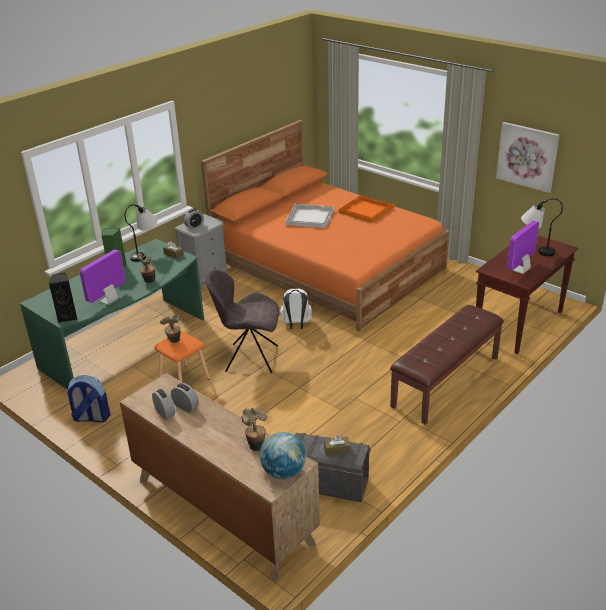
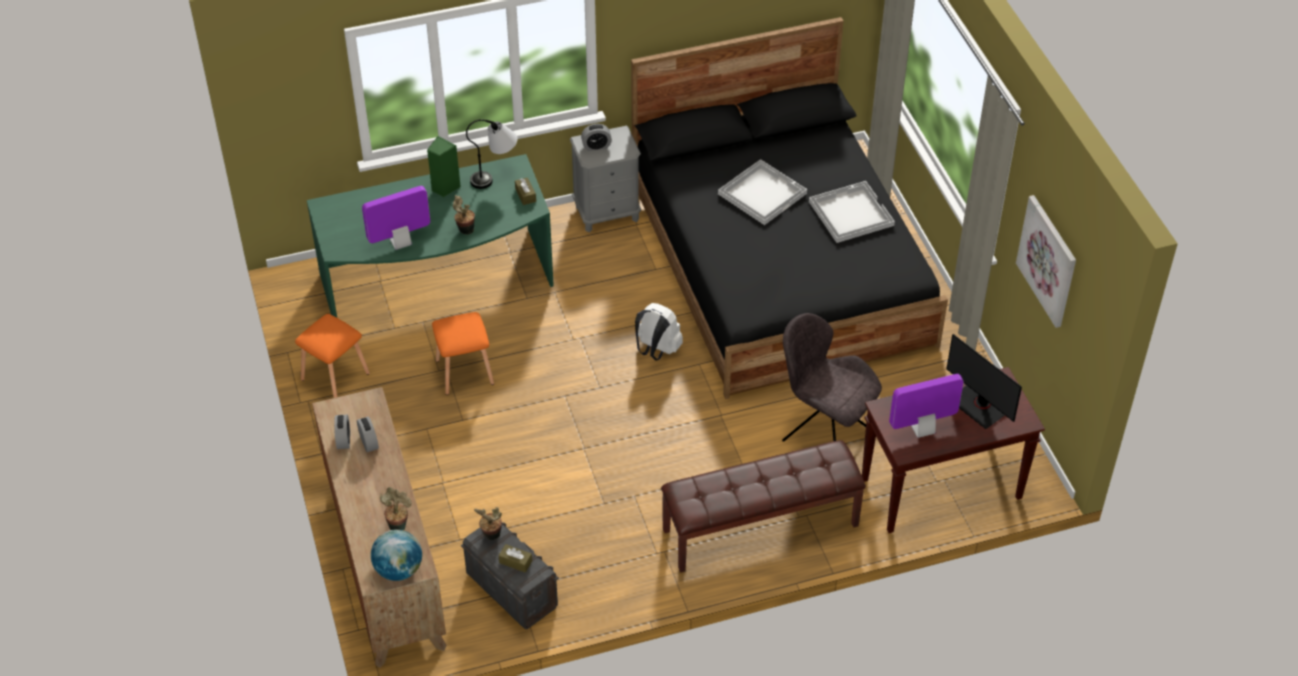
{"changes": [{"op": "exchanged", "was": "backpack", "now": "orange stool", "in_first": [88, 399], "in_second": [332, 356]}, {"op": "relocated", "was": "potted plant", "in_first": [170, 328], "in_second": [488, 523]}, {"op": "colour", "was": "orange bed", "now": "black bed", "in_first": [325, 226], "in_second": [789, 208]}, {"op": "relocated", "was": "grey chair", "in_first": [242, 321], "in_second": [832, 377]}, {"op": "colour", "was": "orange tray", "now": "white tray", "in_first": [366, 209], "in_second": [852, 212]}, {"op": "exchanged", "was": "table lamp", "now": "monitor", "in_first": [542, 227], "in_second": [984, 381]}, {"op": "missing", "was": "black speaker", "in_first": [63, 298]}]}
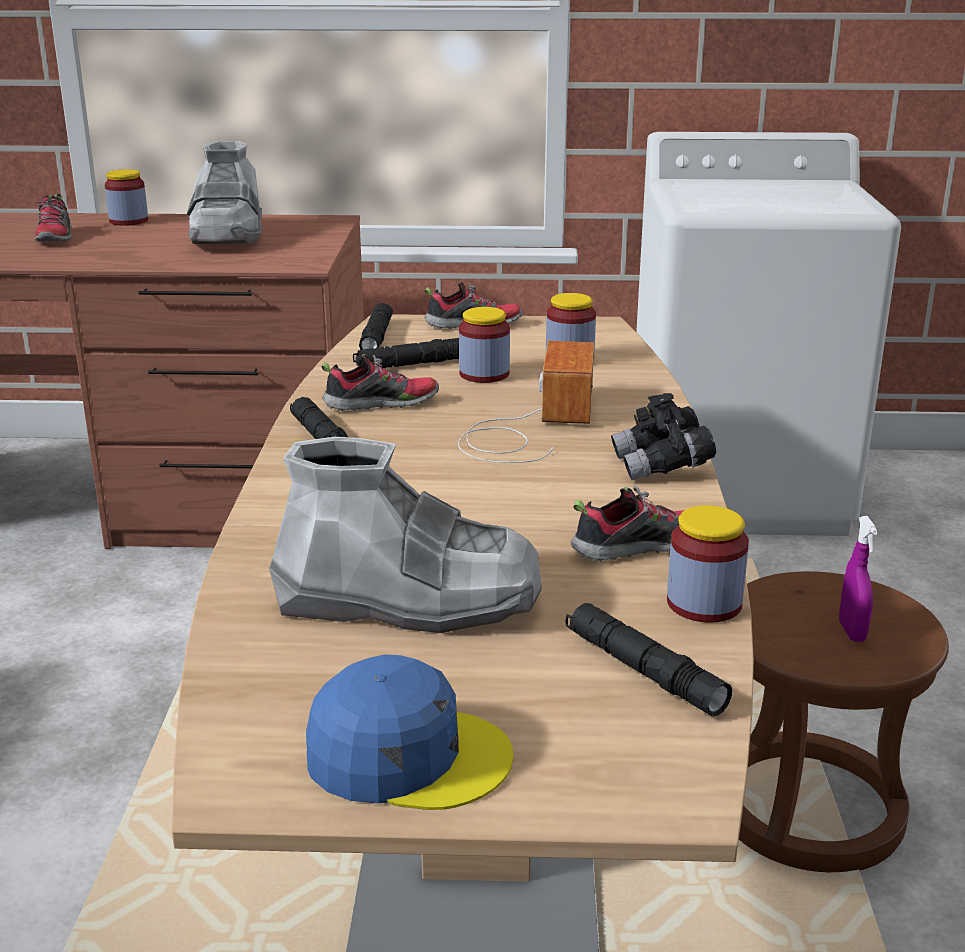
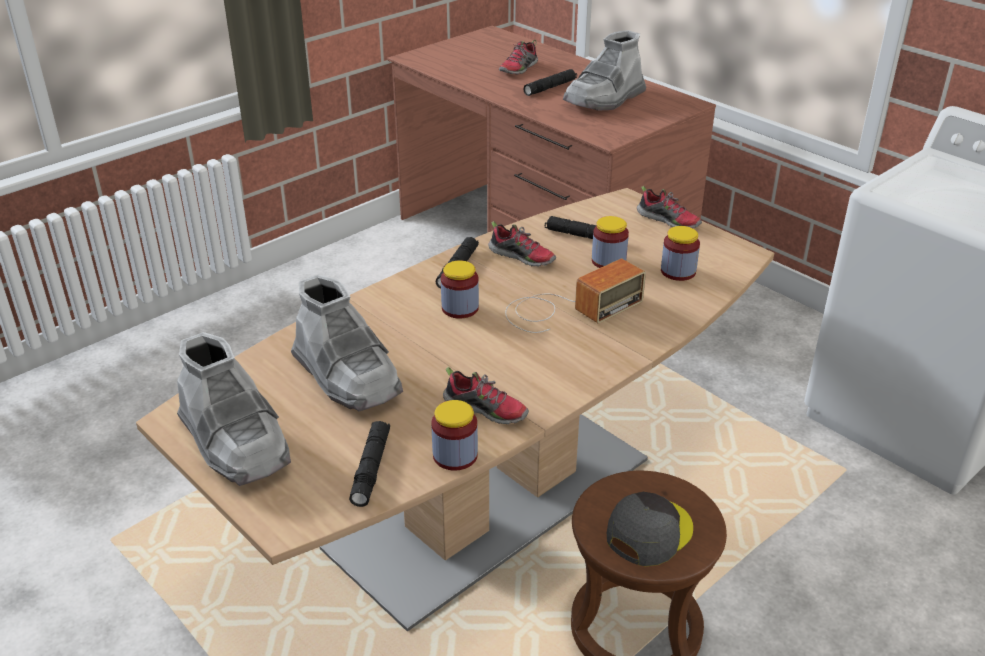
{"changes": [{"op": "exchanged", "was": "blue cap", "now": "grey boot", "in_first": [409, 732], "in_second": [234, 409]}, {"op": "relocated", "was": "jar", "in_first": [126, 197], "in_second": [460, 289]}, {"op": "relocated", "was": "black flashlight", "in_first": [376, 326], "in_second": [550, 82]}, {"op": "exchanged", "was": "purple spray bottle", "now": "grey cap", "in_first": [858, 579], "in_second": [650, 529]}, {"op": "missing", "was": "black binoculars", "in_first": [663, 436]}]}
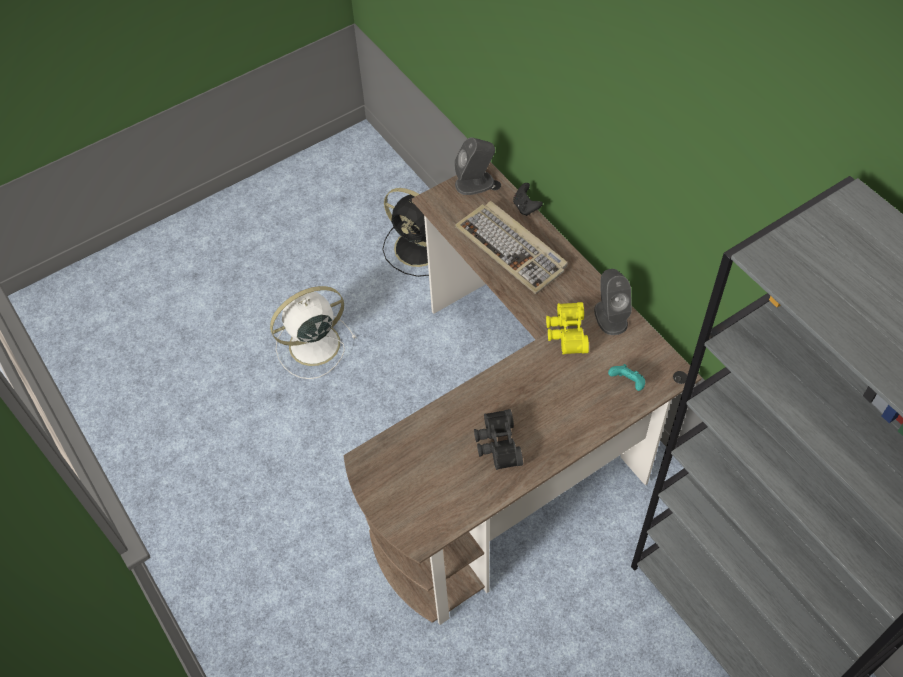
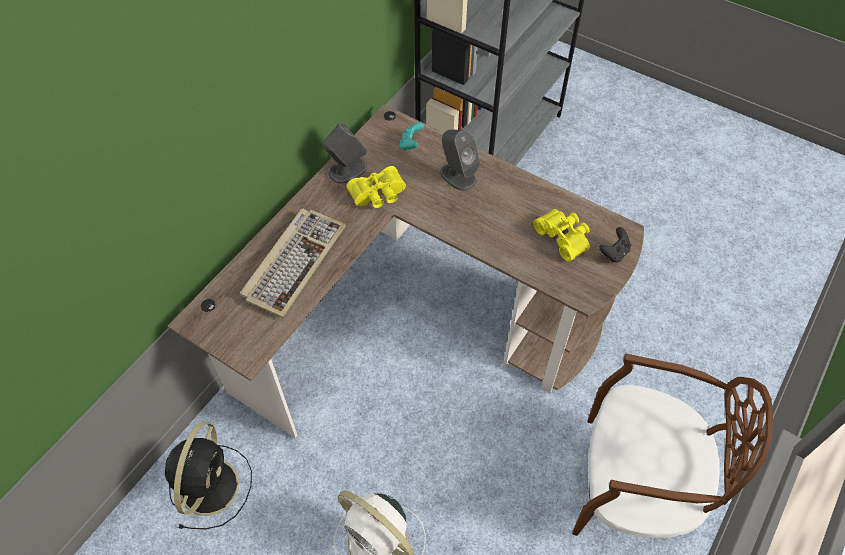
{"changes": [{"op": "relocated", "was": "grey speaker", "in_first": [475, 166], "in_second": [460, 160]}, {"op": "appeared", "now": "yellow binoculars", "in_second": [562, 235]}, {"op": "appeared", "now": "brown chair", "in_second": [672, 446]}, {"op": "relocated", "was": "black game controller", "in_first": [528, 199], "in_second": [615, 245]}, {"op": "missing", "was": "black binoculars", "in_first": [498, 439]}]}
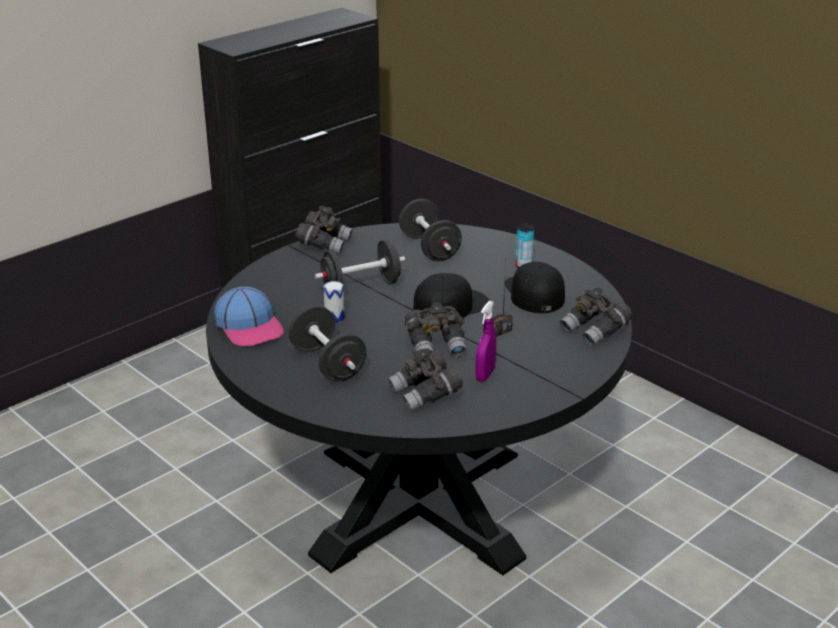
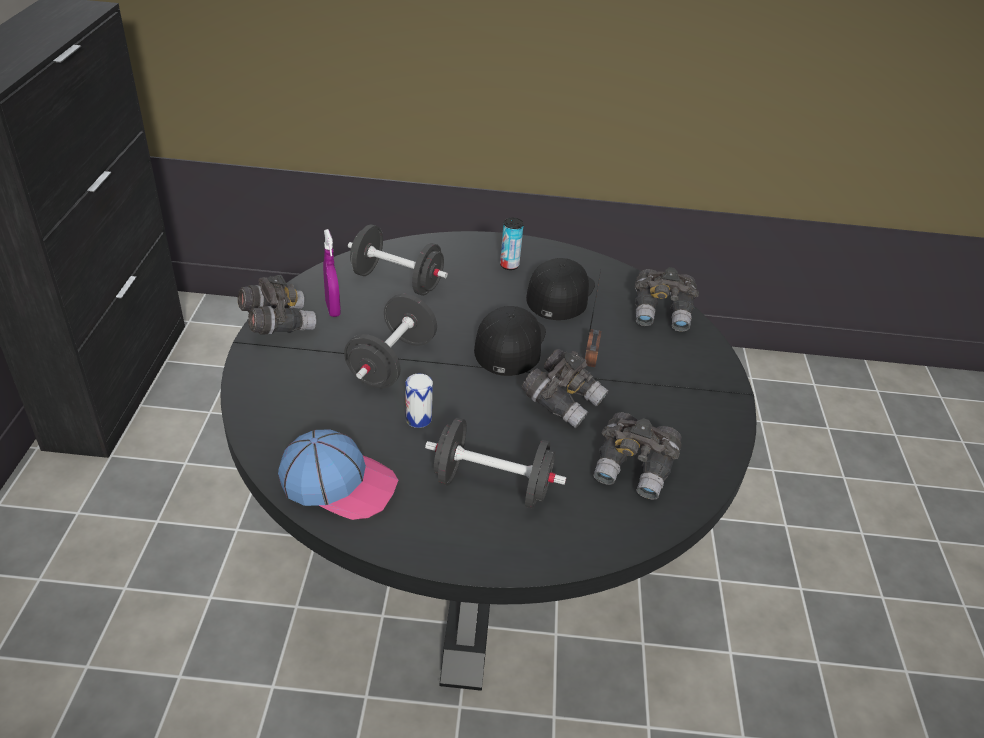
{"changes": [{"op": "relocated", "was": "purple spray bottle", "in_first": [486, 341], "in_second": [332, 273]}, {"op": "spun", "was": "black cap", "in_first": [535, 287], "in_second": [560, 289], "clockwise": 75}]}
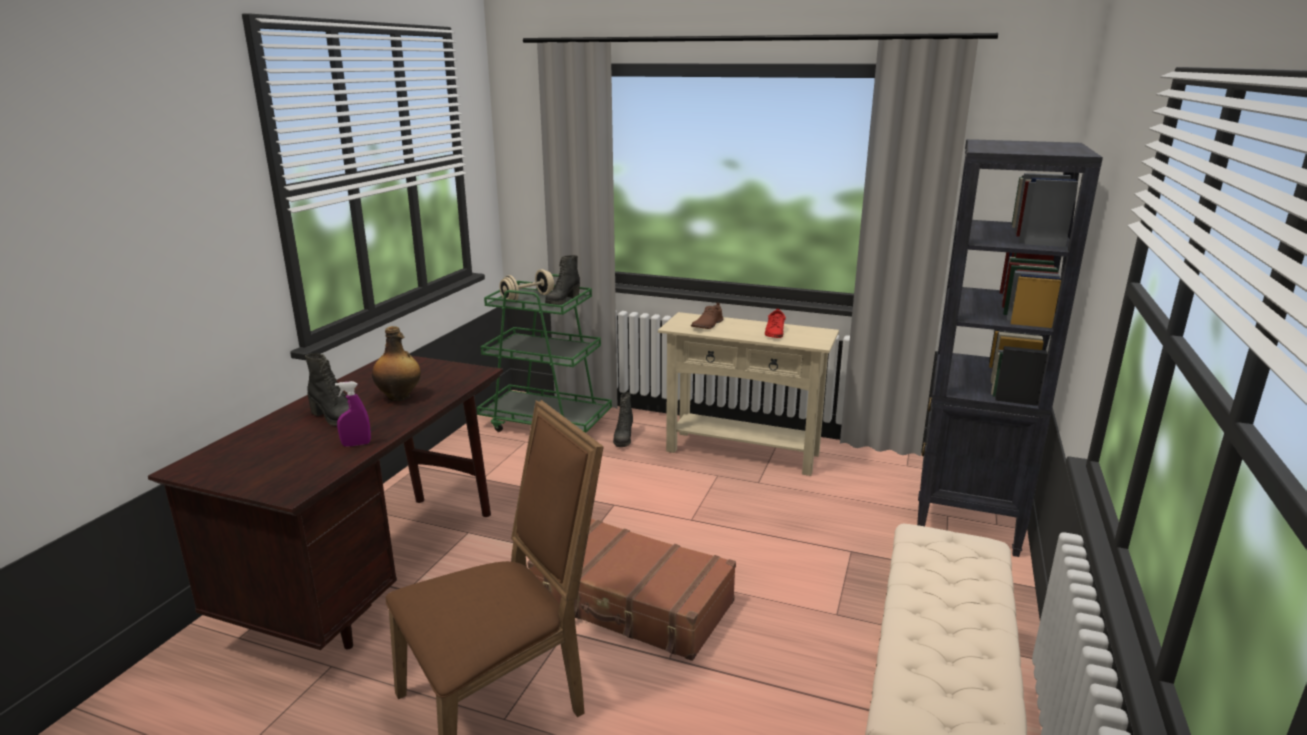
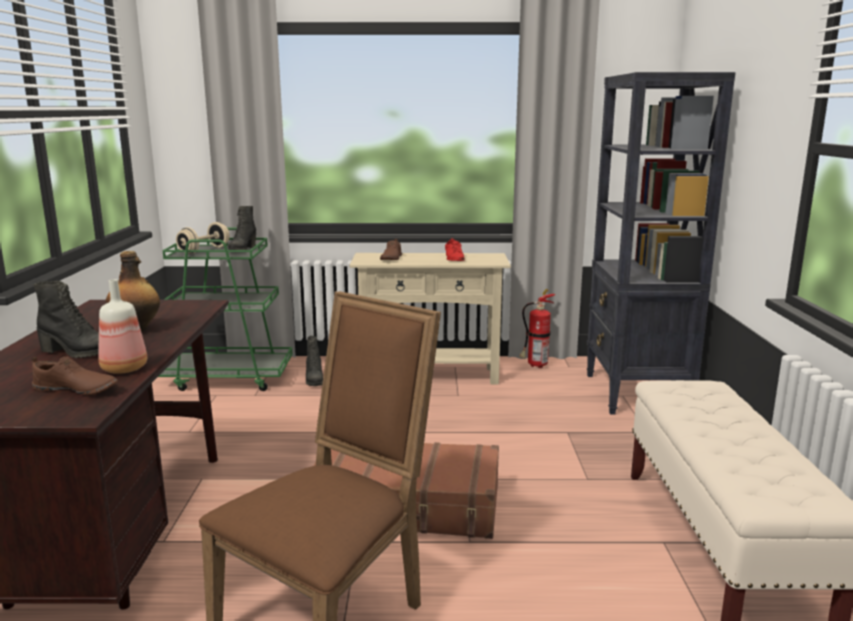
{"changes": [{"op": "appeared", "now": "brown shoe", "in_second": [75, 376]}, {"op": "exchanged", "was": "purple spray bottle", "now": "bottle", "in_first": [353, 414], "in_second": [122, 326]}, {"op": "appeared", "now": "fire extinguisher", "in_second": [537, 328]}]}
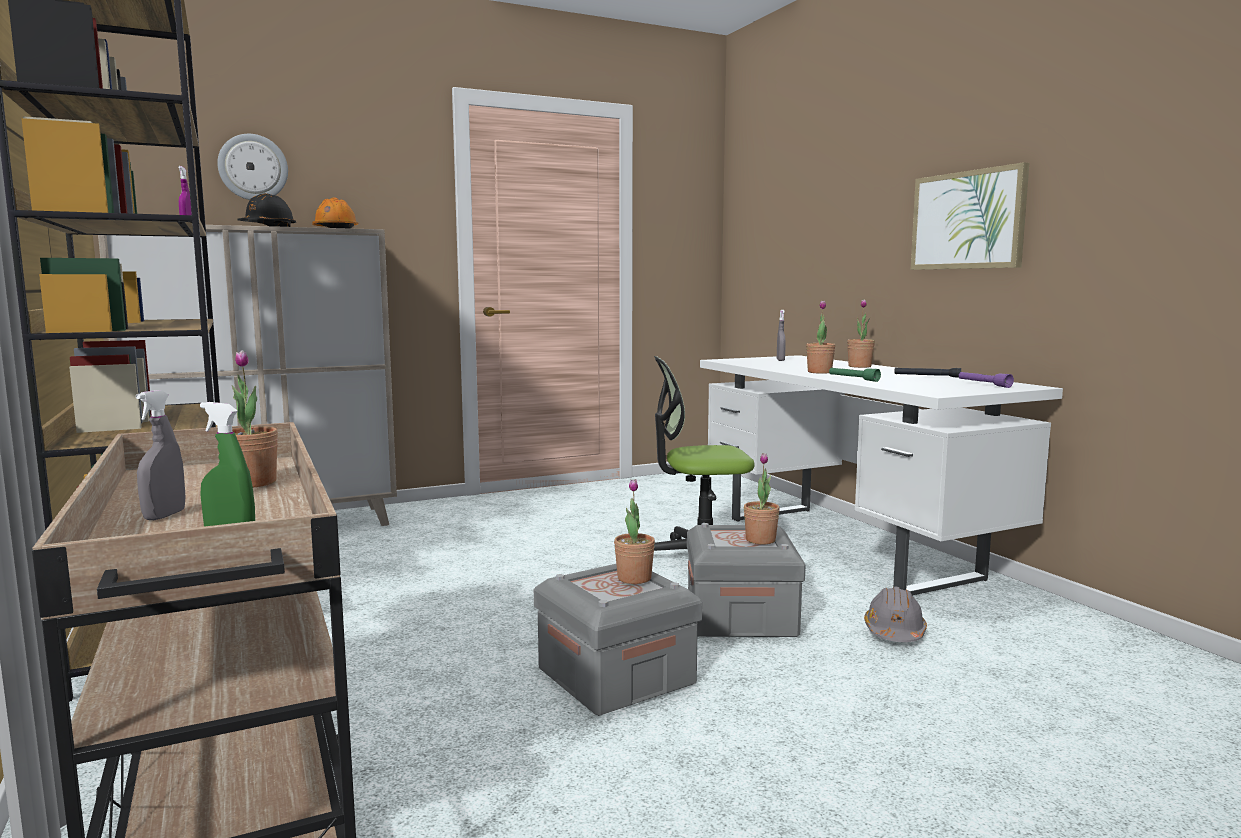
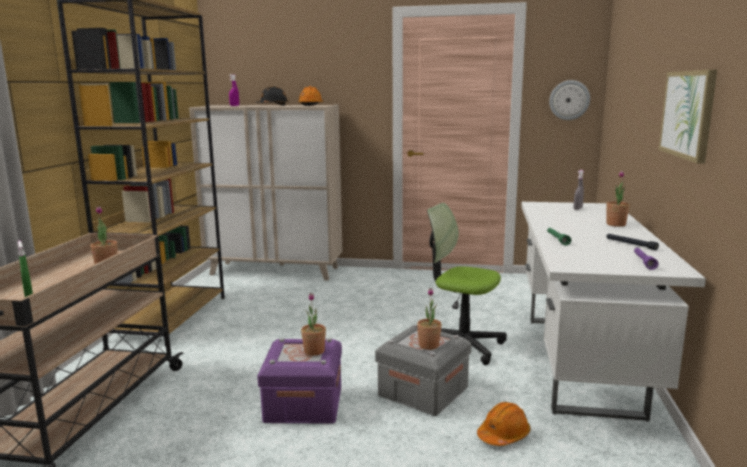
{"changes": [{"op": "colour", "was": "grey storage box", "now": "purple storage box", "in_first": [618, 640], "in_second": [299, 381]}, {"op": "colour", "was": "grey hard hat", "now": "orange hard hat", "in_first": [895, 614], "in_second": [504, 424]}, {"op": "relocated", "was": "wall clock", "in_first": [252, 167], "in_second": [569, 100]}, {"op": "missing", "was": "grey spray bottle", "in_first": [161, 455]}, {"op": "missing", "was": "potted plant", "in_first": [820, 337]}]}
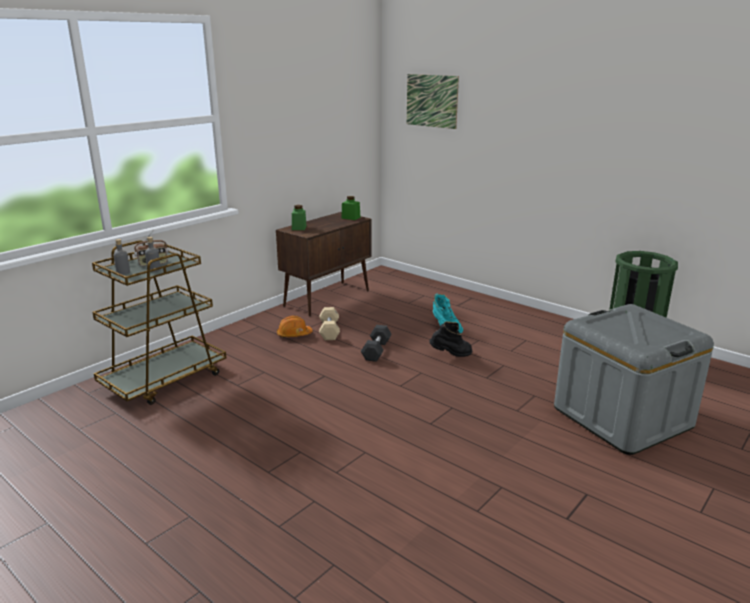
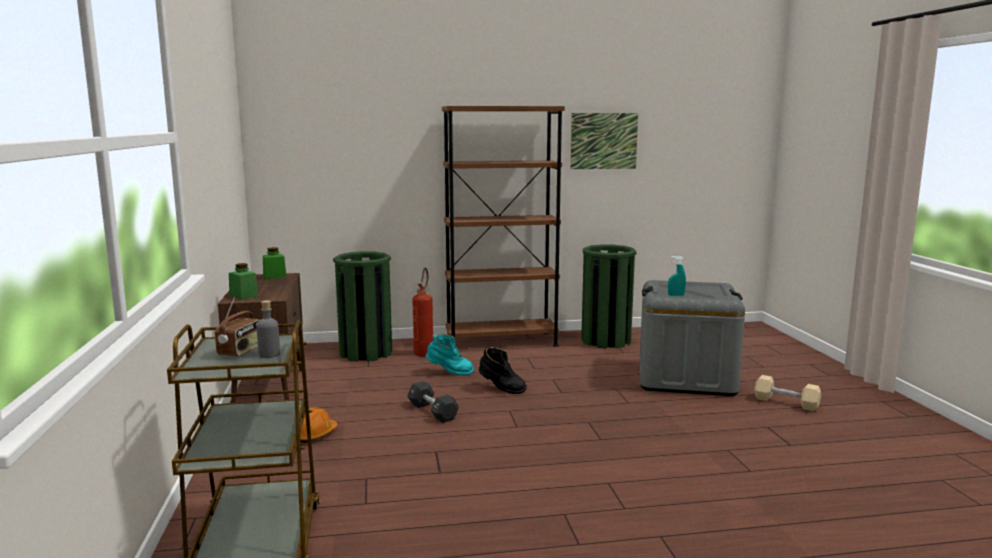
{"changes": [{"op": "appeared", "now": "green trash can", "in_second": [362, 306]}, {"op": "appeared", "now": "fire extinguisher", "in_second": [422, 312]}, {"op": "appeared", "now": "brown bookcase", "in_second": [503, 226]}, {"op": "spun", "was": "black boot", "in_first": [450, 339], "in_second": [503, 370], "clockwise": 90}, {"op": "relocated", "was": "picture", "in_first": [433, 101], "in_second": [604, 141]}, {"op": "appeared", "now": "turquoise spray bottle", "in_second": [677, 276]}, {"op": "relocated", "was": "beige dumbbell", "in_first": [329, 323], "in_second": [787, 393]}, {"op": "missing", "was": "grey bottle", "in_first": [122, 257]}]}
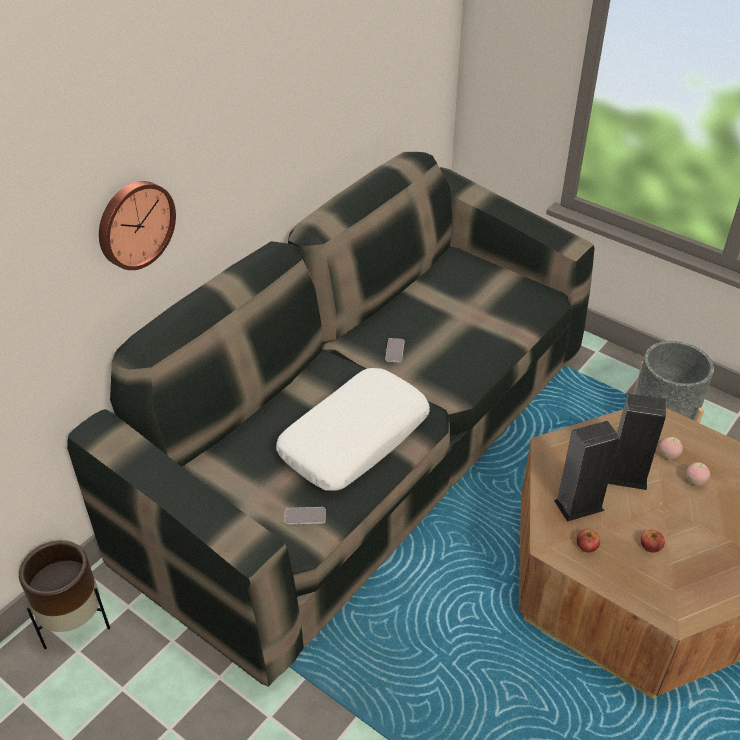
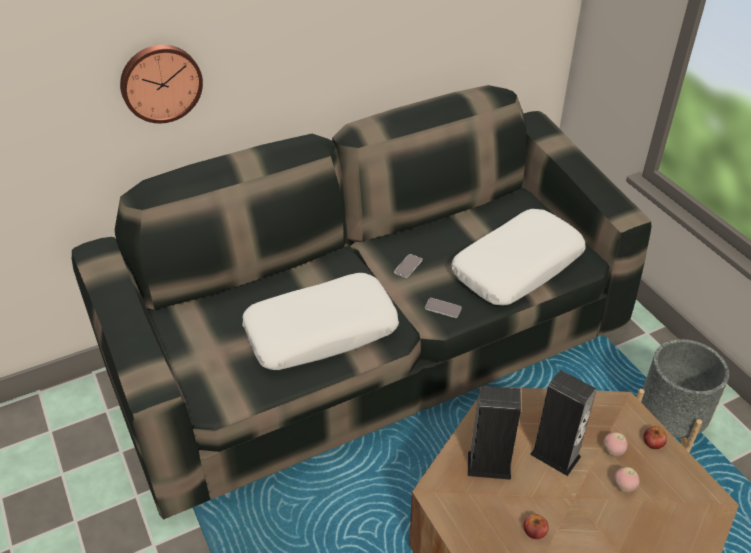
{"changes": [{"op": "relocated", "was": "phone", "in_first": [305, 516], "in_second": [443, 308]}, {"op": "appeared", "now": "white pillow", "in_second": [519, 257]}, {"op": "relocated", "was": "apple", "in_first": [588, 540], "in_second": [655, 437]}, {"op": "missing", "was": "brown planter", "in_first": [64, 594]}]}
